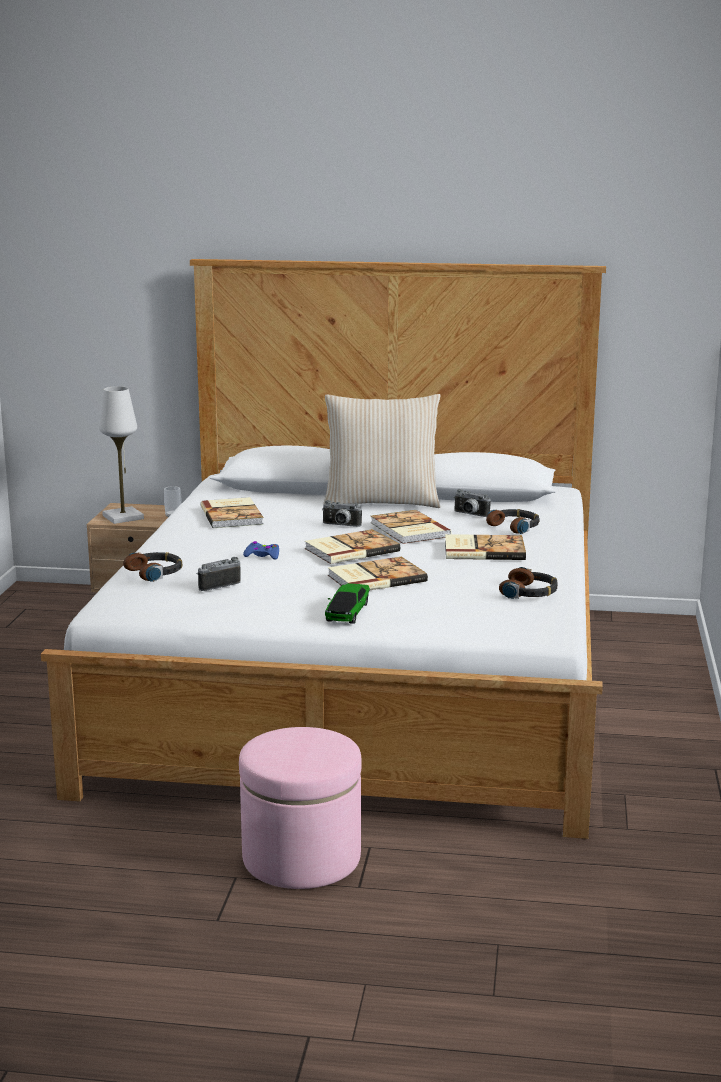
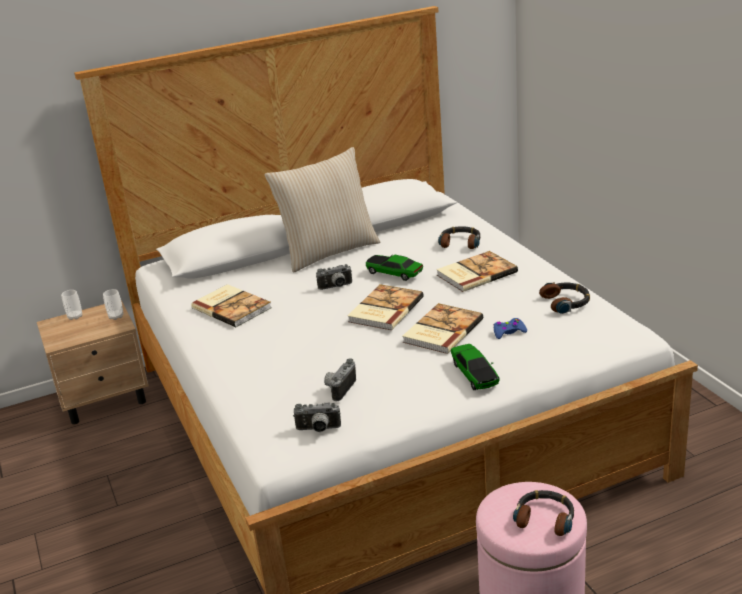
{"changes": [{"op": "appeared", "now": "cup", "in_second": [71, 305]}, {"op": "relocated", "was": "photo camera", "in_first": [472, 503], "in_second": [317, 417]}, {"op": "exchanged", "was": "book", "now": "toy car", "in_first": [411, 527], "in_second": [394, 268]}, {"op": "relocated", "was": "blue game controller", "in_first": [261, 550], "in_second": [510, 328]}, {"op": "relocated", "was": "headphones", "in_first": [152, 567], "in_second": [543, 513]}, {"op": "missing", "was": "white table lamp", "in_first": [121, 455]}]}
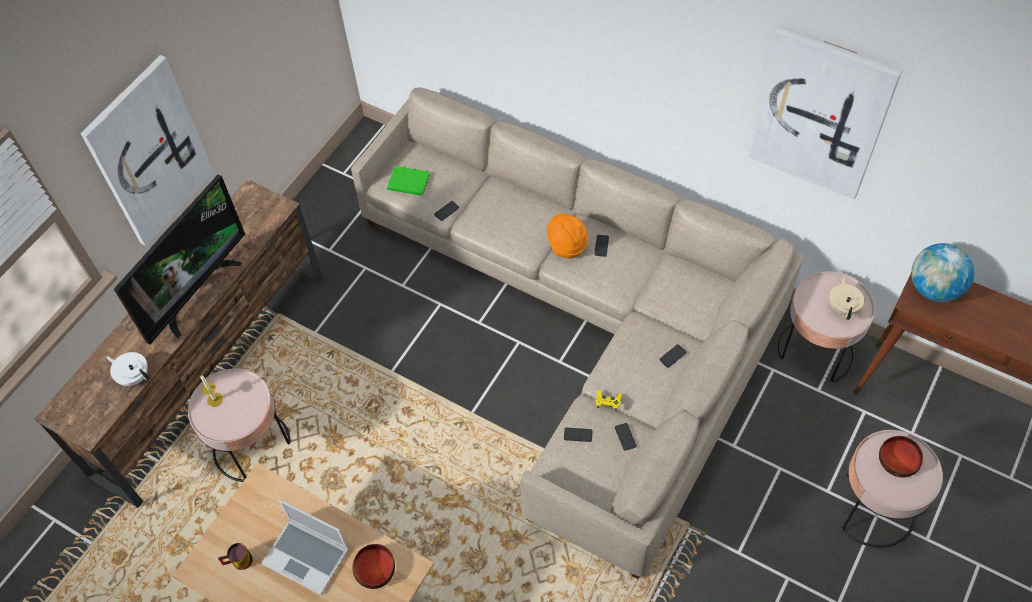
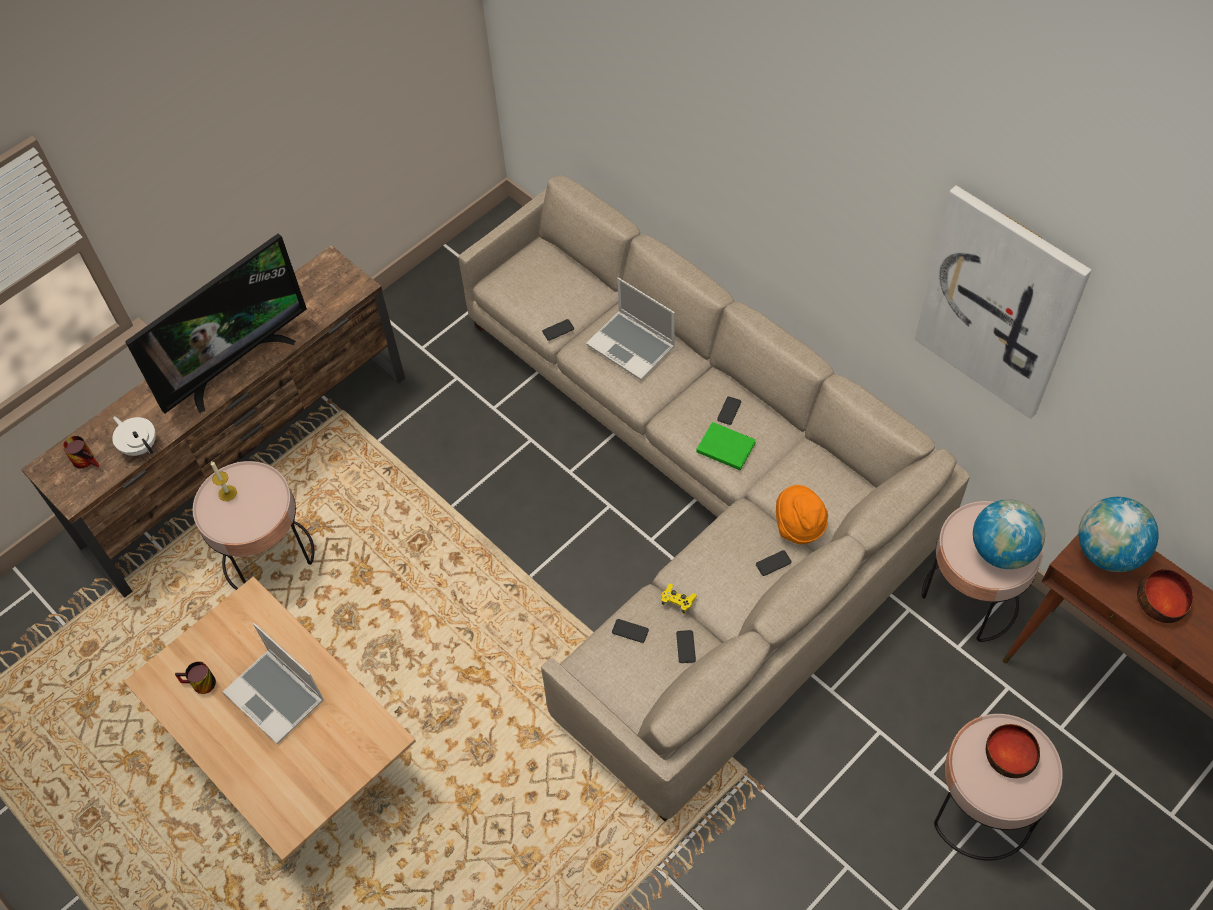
{"changes": [{"op": "appeared", "now": "mug", "in_second": [81, 452]}, {"op": "appeared", "now": "laptop", "in_second": [630, 328]}, {"op": "relocated", "was": "green book", "in_first": [408, 181], "in_second": [726, 446]}, {"op": "relocated", "was": "orange hat", "in_first": [567, 236], "in_second": [802, 514]}, {"op": "exchanged", "was": "beige teapot", "now": "globe", "in_first": [846, 298], "in_second": [1009, 534]}, {"op": "relocated", "was": "bowl", "in_first": [374, 566], "in_second": [1165, 596]}, {"op": "missing", "was": "picture", "in_first": [147, 150]}]}
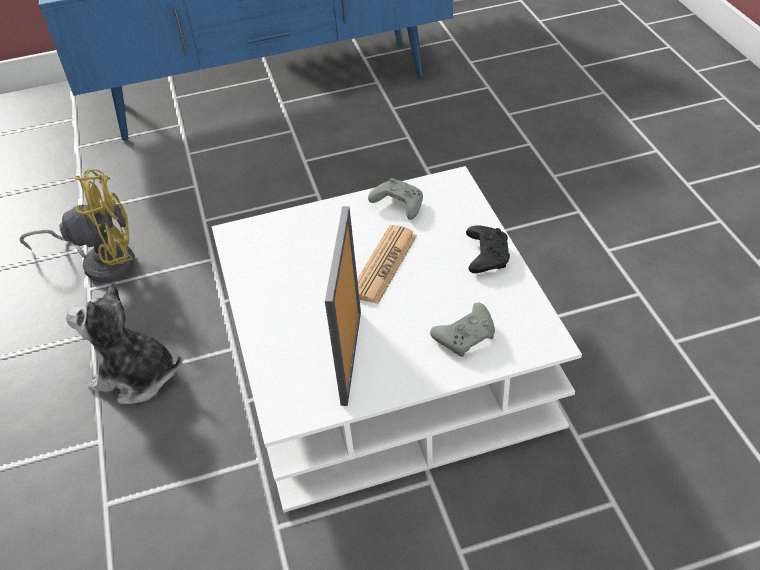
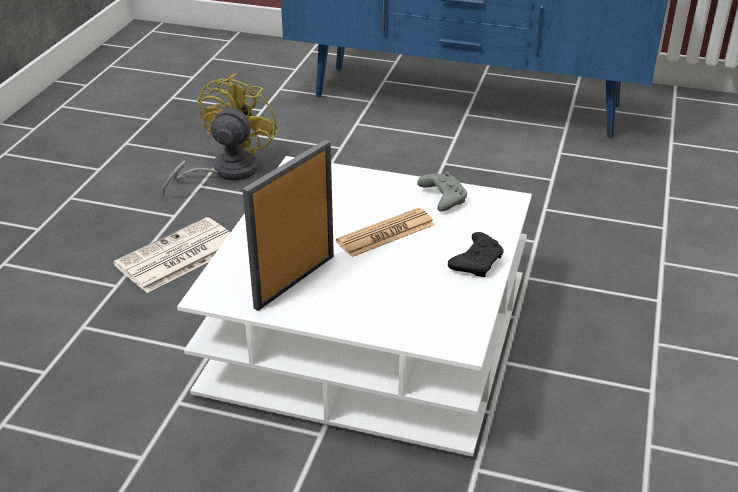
{"changes": [{"op": "exchanged", "was": "plush toy", "now": "newspaper", "in_first": [124, 342], "in_second": [172, 255]}, {"op": "spun", "was": "yellow fan", "in_first": [77, 226], "in_second": [220, 135], "clockwise": -90}, {"op": "missing", "was": "grey game controller", "in_first": [462, 330]}]}
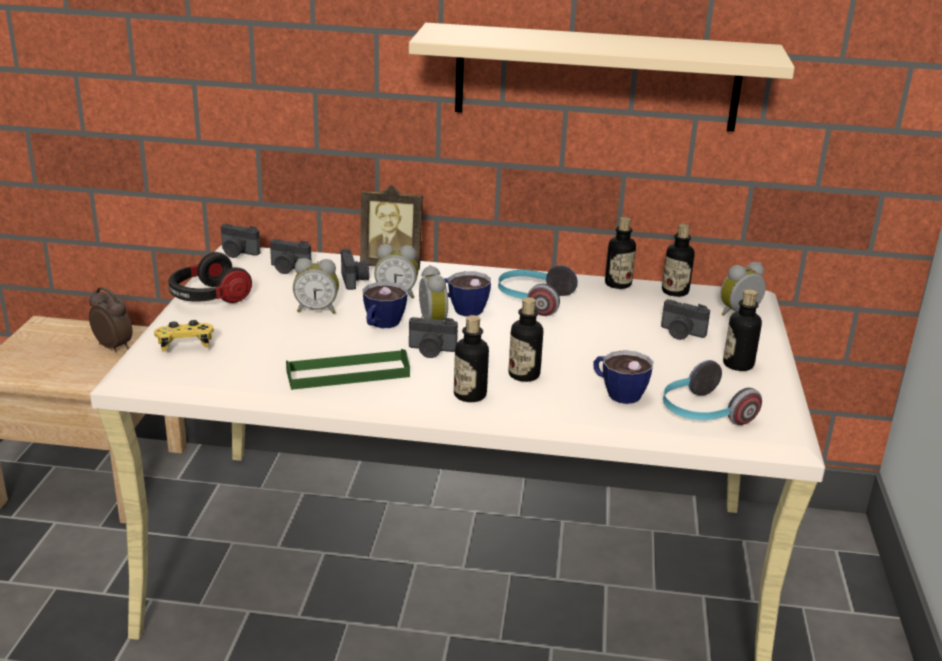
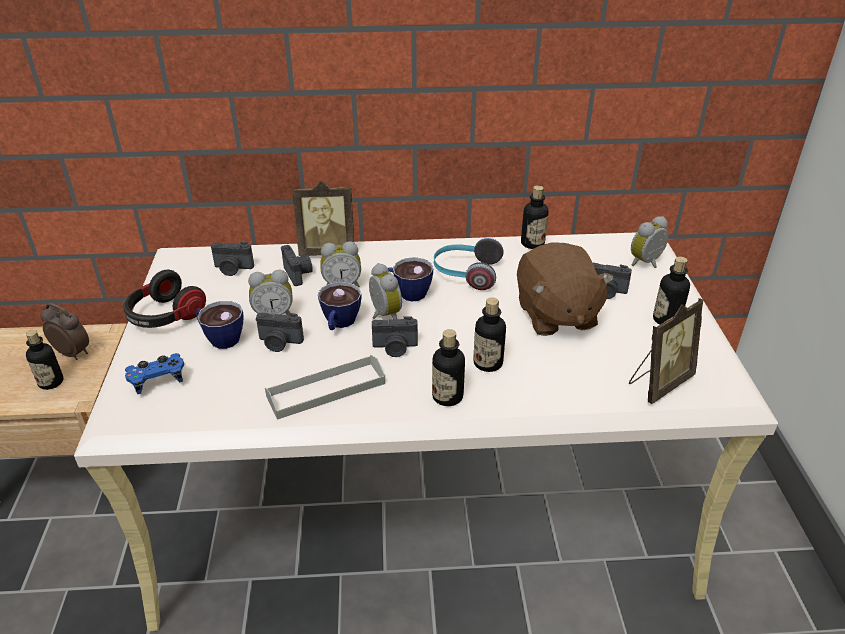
{"changes": [{"op": "relocated", "was": "bottle", "in_first": [678, 260], "in_second": [44, 360]}, {"op": "colour", "was": "yellow game controller", "now": "blue game controller", "in_first": [184, 335], "in_second": [154, 373]}, {"op": "relocated", "was": "cup", "in_first": [623, 377], "in_second": [219, 325]}, {"op": "relocated", "was": "photo camera", "in_first": [240, 241], "in_second": [280, 332]}, {"op": "colour", "was": "green tray", "now": "grey tray", "in_first": [348, 369], "in_second": [325, 387]}, {"op": "appeared", "now": "brown plush toy", "in_second": [565, 289]}, {"op": "exchanged", "was": "headphones", "now": "picture frame", "in_first": [712, 392], "in_second": [666, 351]}, {"op": "missing", "was": "beige shelf", "in_first": [602, 77]}]}
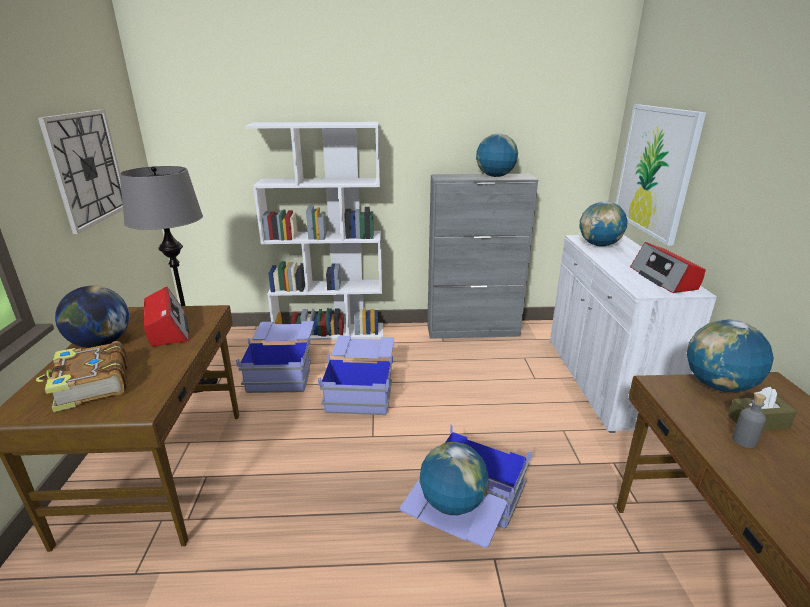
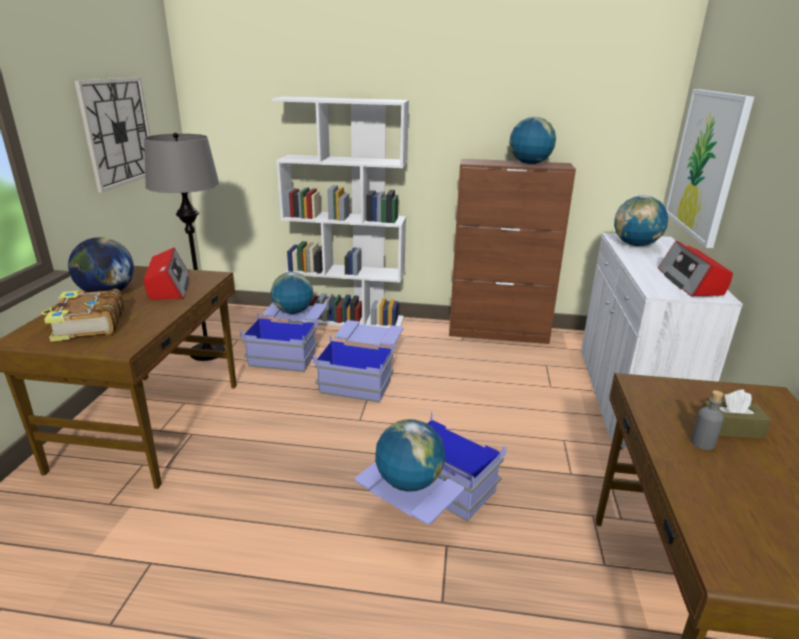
{"changes": [{"op": "relocated", "was": "globe", "in_first": [730, 356], "in_second": [292, 293]}, {"op": "colour", "was": "grey cabinet", "now": "brown cabinet", "in_first": [482, 256], "in_second": [512, 251]}]}
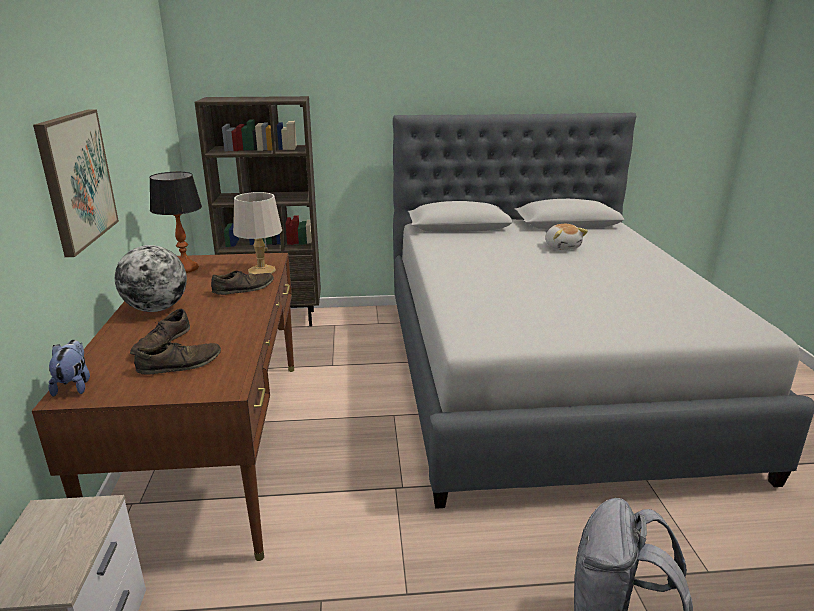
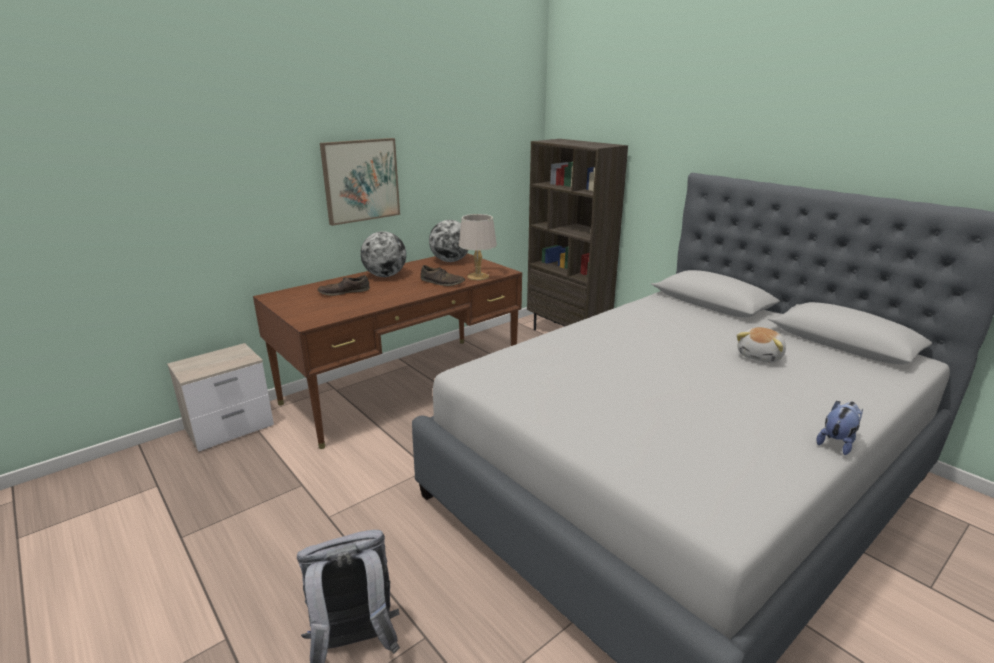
{"changes": [{"op": "exchanged", "was": "table lamp", "now": "globe", "in_first": [175, 222], "in_second": [449, 241]}, {"op": "relocated", "was": "plush toy", "in_first": [69, 368], "in_second": [839, 428]}, {"op": "missing", "was": "brown shoe", "in_first": [177, 358]}]}
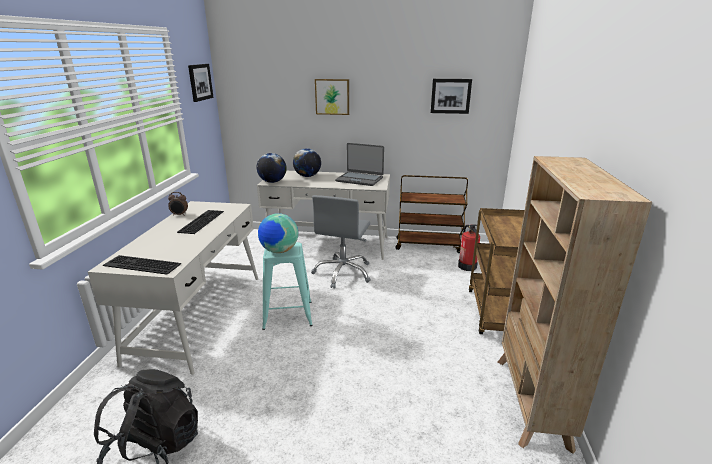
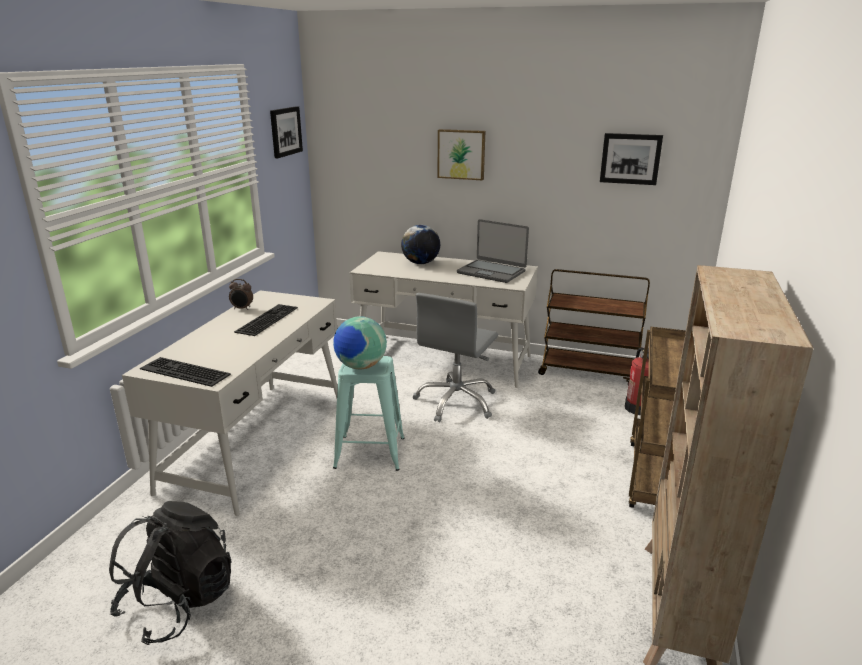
{"changes": [{"op": "missing", "was": "globe", "in_first": [271, 168]}]}
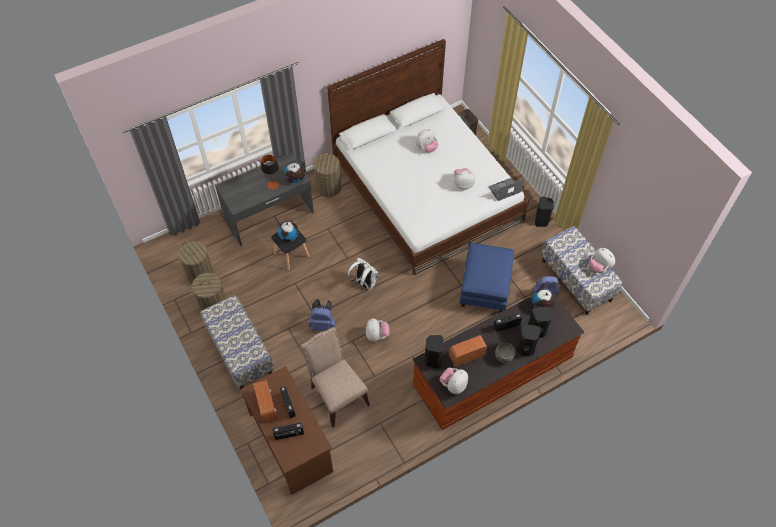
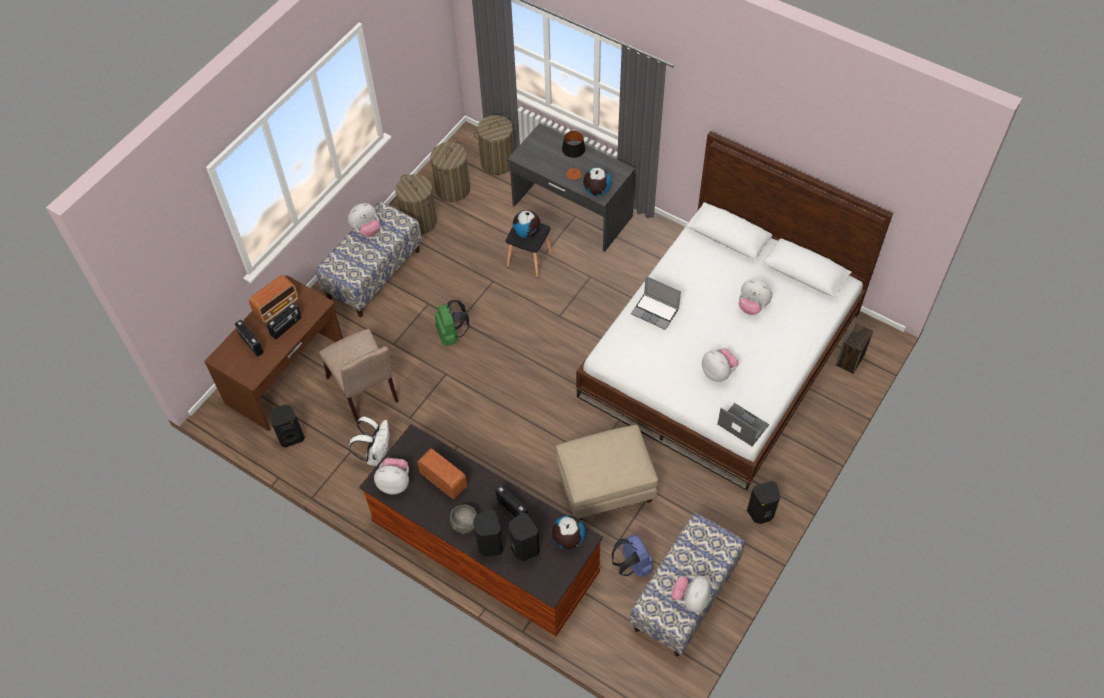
{"changes": [{"op": "relocated", "was": "black speaker", "in_first": [433, 351], "in_second": [288, 426]}, {"op": "spun", "was": "beige chair", "in_first": [335, 377], "in_second": [359, 375], "clockwise": 120}, {"op": "relocated", "was": "plush toy", "in_first": [378, 330], "in_second": [364, 220]}, {"op": "relocated", "was": "white backpack", "in_first": [363, 274], "in_second": [369, 441]}, {"op": "colour", "was": "blue backpack", "now": "green backpack", "in_first": [322, 315], "in_second": [452, 323]}, {"op": "relocated", "was": "laundry basket", "in_first": [327, 174], "in_second": [495, 145]}, {"op": "colour", "was": "blue ottoman", "now": "beige ottoman", "in_first": [486, 278], "in_second": [607, 473]}, {"op": "appeared", "now": "laptop", "in_second": [656, 303]}]}
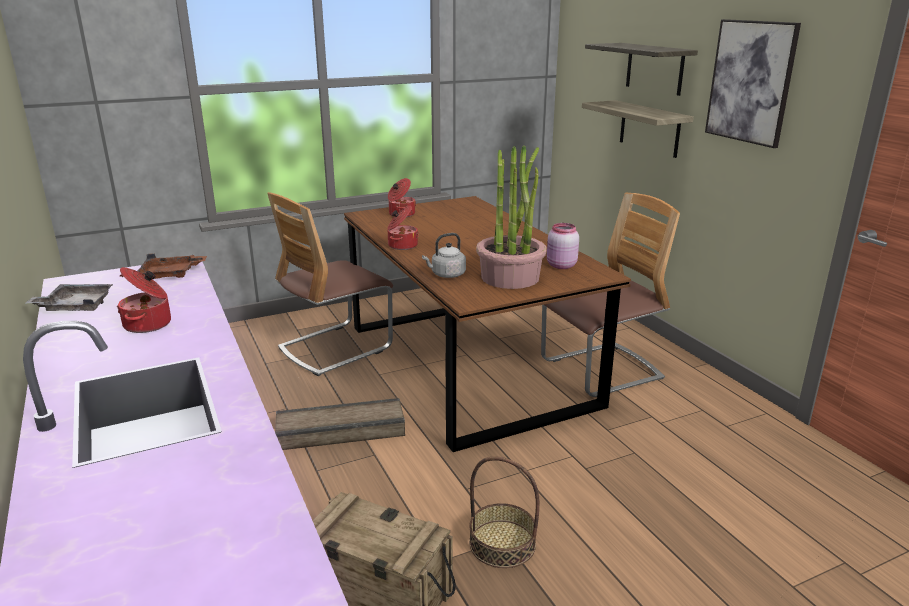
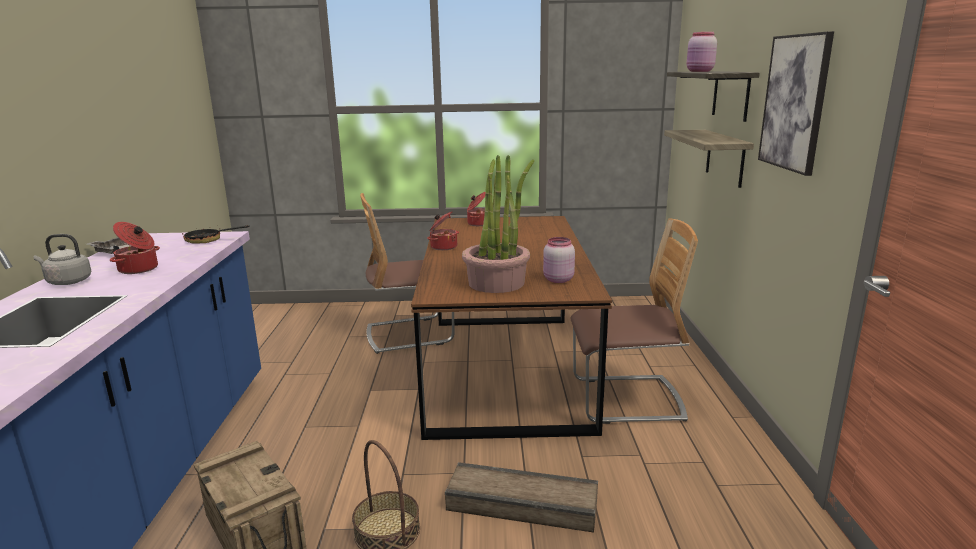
{"changes": [{"op": "relocated", "was": "grey kettle", "in_first": [444, 255], "in_second": [62, 259]}, {"op": "exchanged", "was": "brown tray", "now": "frying pan", "in_first": [172, 266], "in_second": [216, 234]}, {"op": "relocated", "was": "crate", "in_first": [340, 424], "in_second": [521, 497]}, {"op": "appeared", "now": "pink jar", "in_second": [702, 52]}]}
